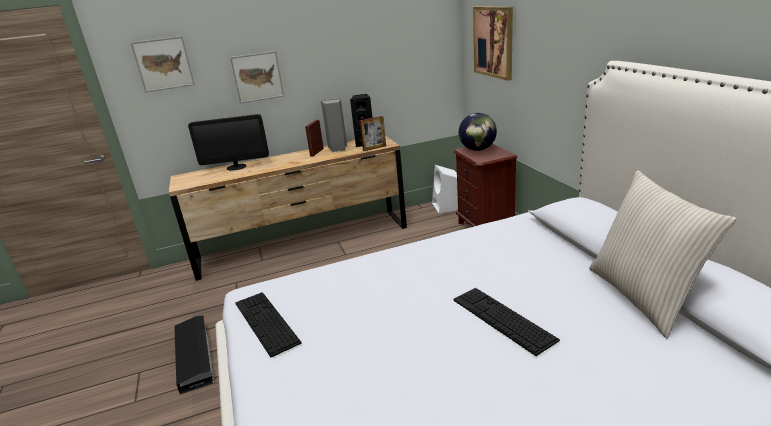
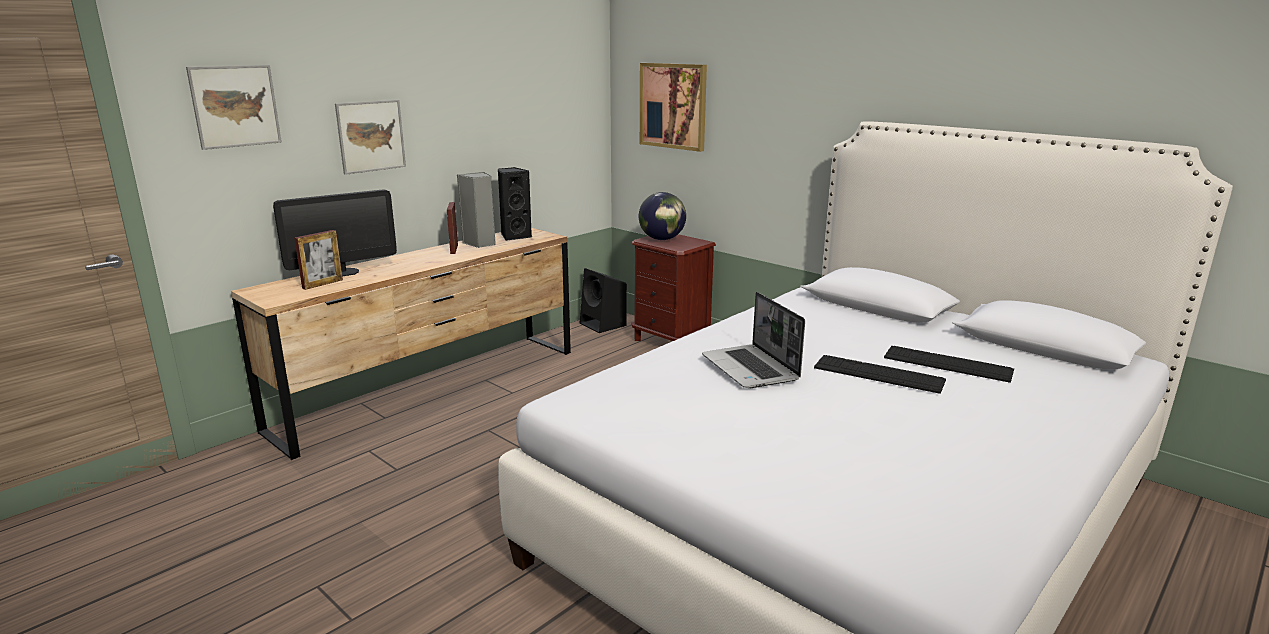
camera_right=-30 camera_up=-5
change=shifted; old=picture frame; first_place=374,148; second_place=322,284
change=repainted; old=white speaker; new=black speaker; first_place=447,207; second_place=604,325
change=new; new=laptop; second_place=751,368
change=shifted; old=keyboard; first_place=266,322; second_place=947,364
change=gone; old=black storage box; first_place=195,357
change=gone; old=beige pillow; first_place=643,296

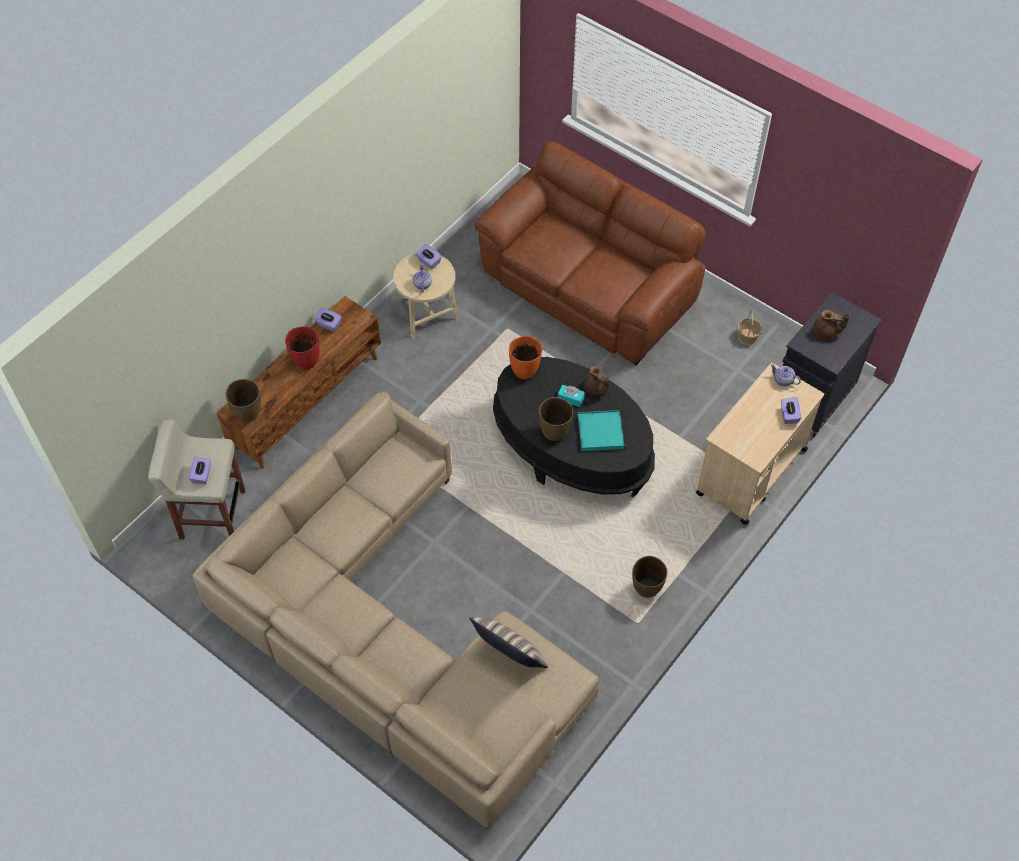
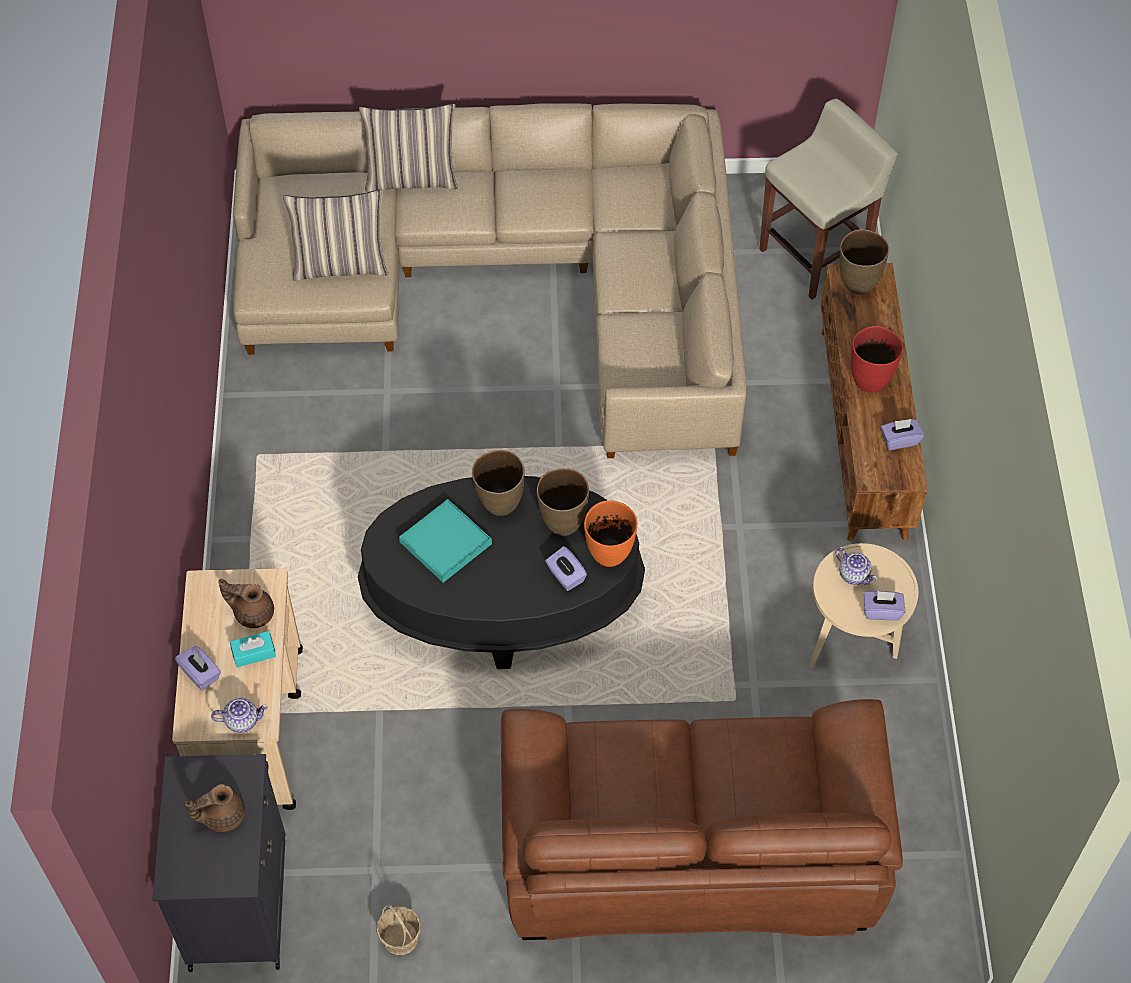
camera_right=140 camera_up=0
change=shifted; old=brown teapot; first_place=595,388; second_place=252,612
change=shifted; old=turquoise tissue box; first_place=570,398; second_place=254,653
change=new; new=pillow; second_place=412,178
change=shifted; old=brown vase; first_place=646,589; second_place=562,522
change=shifted; old=purple tissue box; first_place=202,475; second_place=565,576

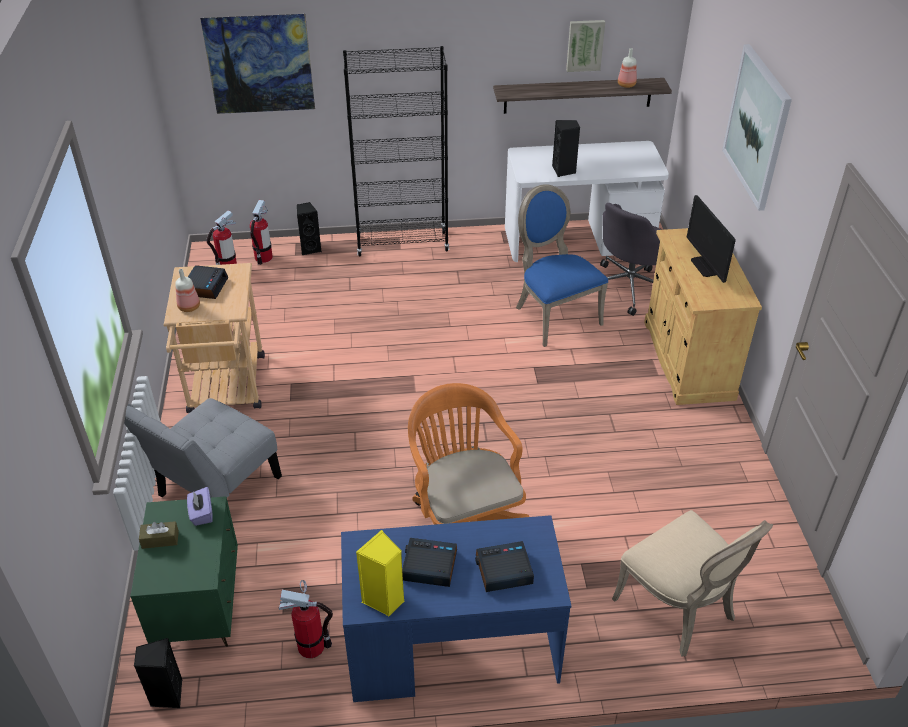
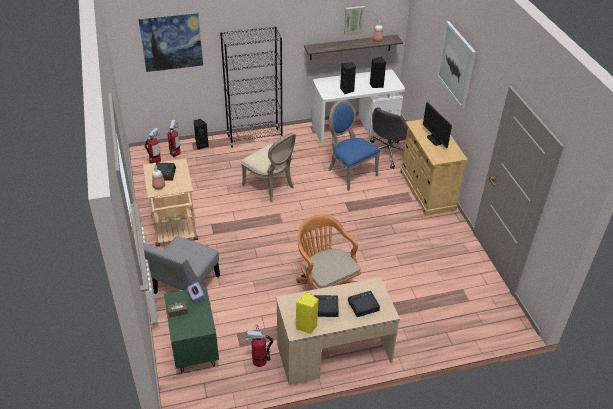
camera_right=-10 camera_up=0
change=shifted; old=beige chair; first_place=680,609; second_place=270,186
change=repainted; old=blue desk; new=beige desk; first_place=452,650; second_place=333,354
change=shifted; old=black speaker; first_place=166,695; second_place=376,85

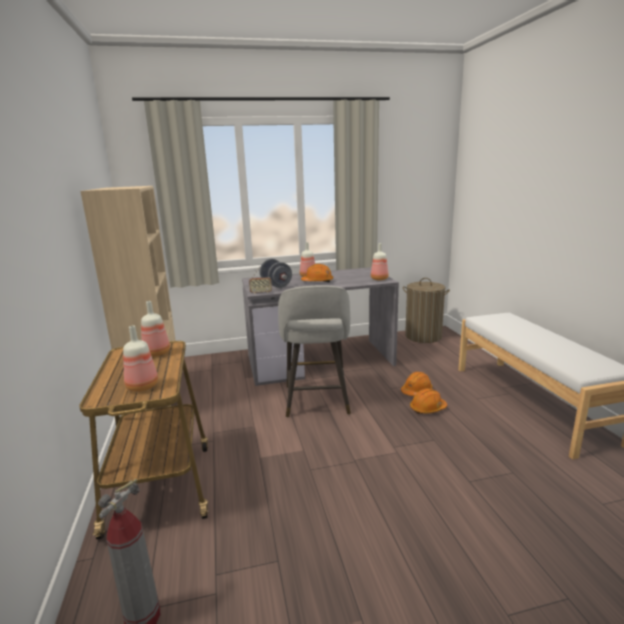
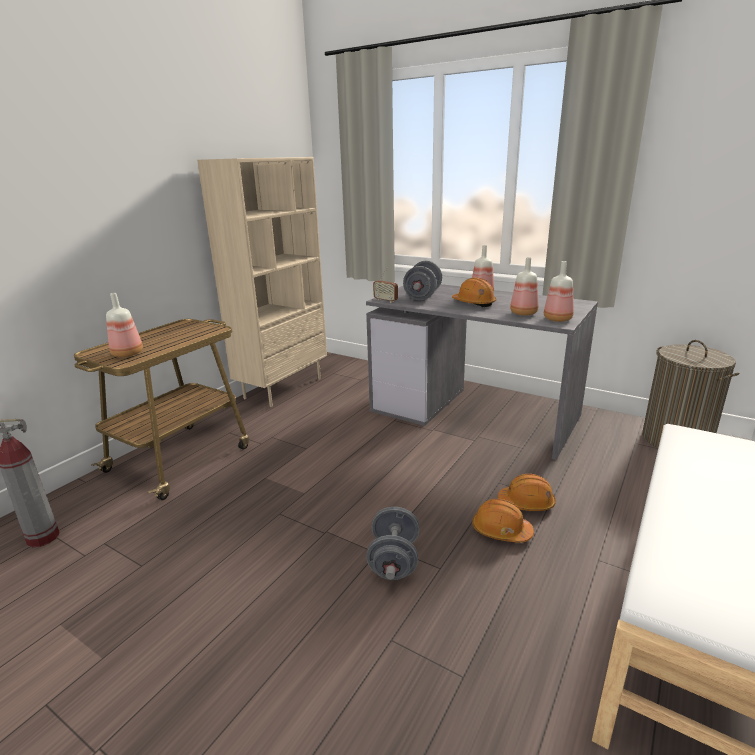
camera_right=45 camera_up=5
change=new; new=grey dumbbell; second_place=394,561
change=shifted; old=bottle; first_place=156,353; second_place=523,313
change=gone; old=grey stool; first_place=316,401

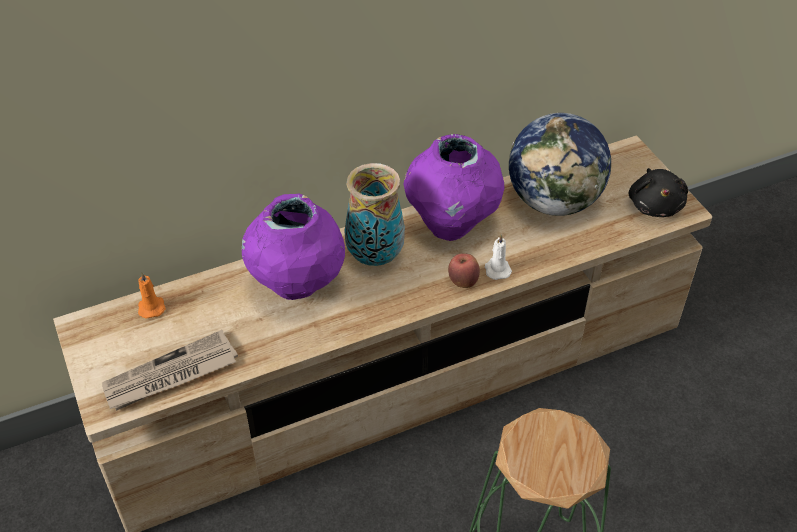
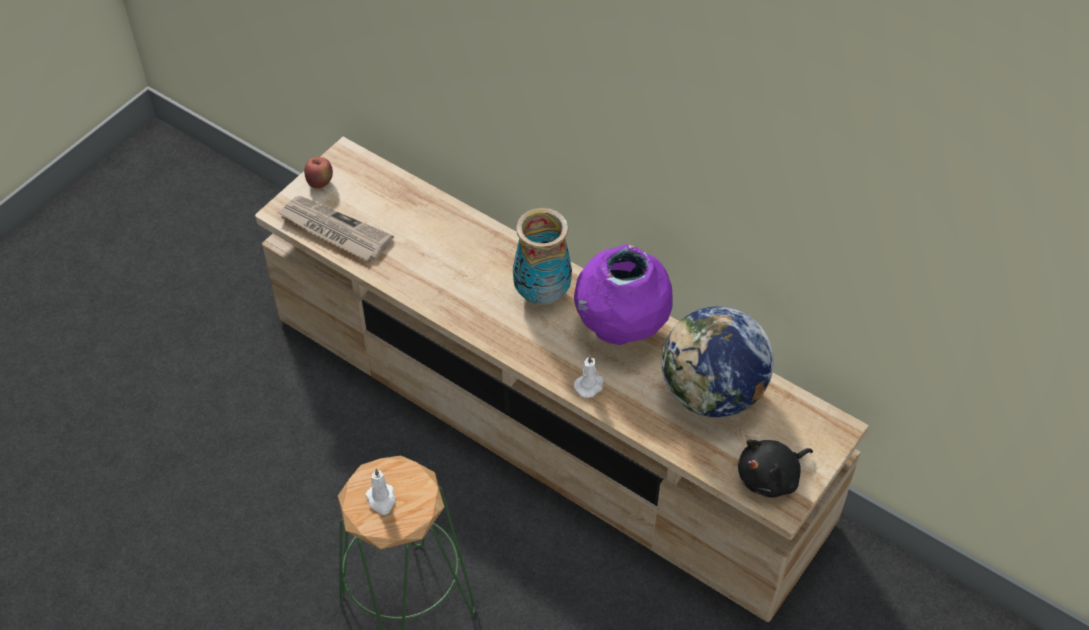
camera_right=60 camera_up=5
change=shifted; old=apple; first_place=463,282; second_place=320,183
change=new; new=white candle; second_place=381,500
change=gone; old=orange candle; first_place=151,307
change=gone; old=purple vase; first_place=297,286

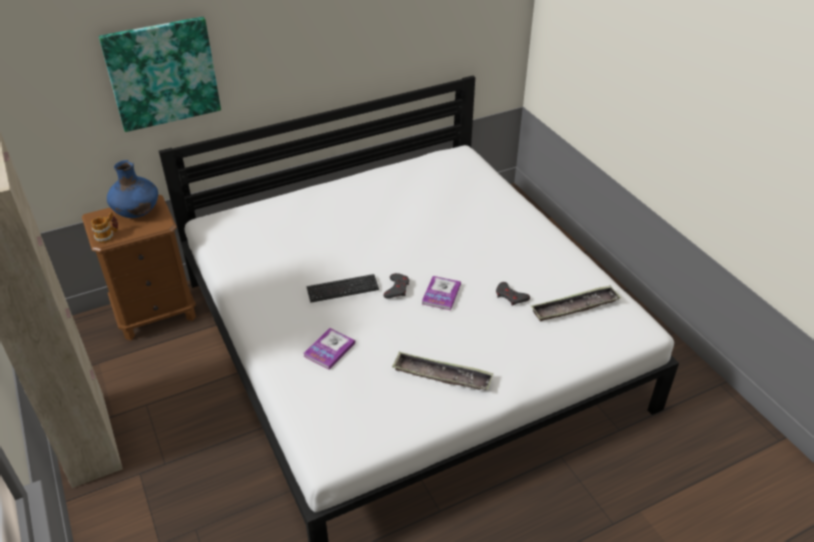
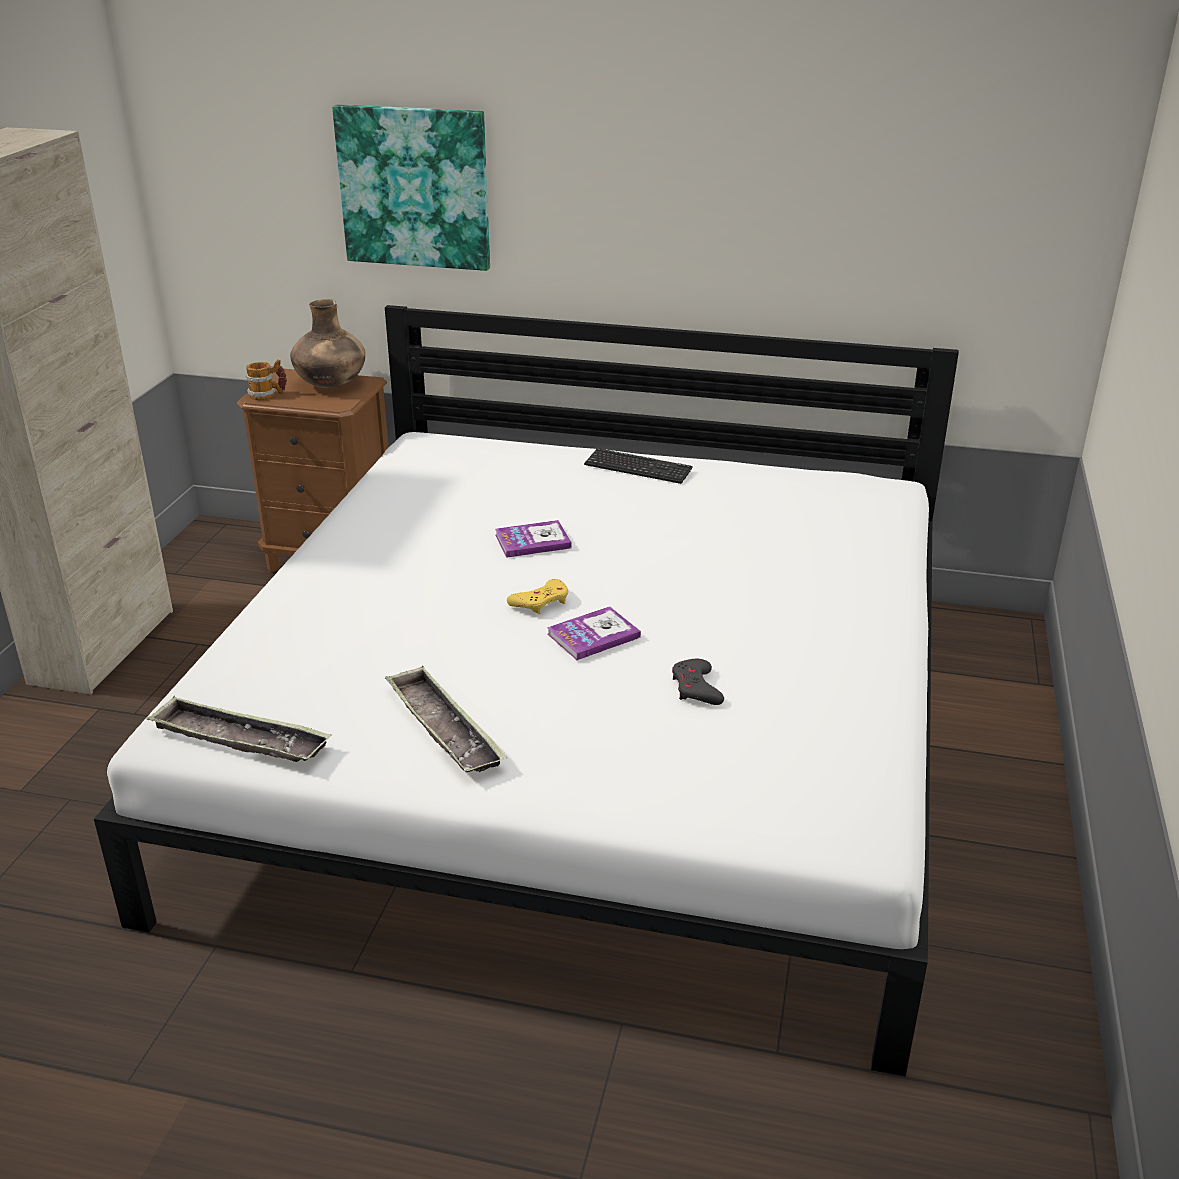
camera_right=40 camera_up=-10
change=shifted; old=tray; first_place=574,307; second_place=240,739
change=repainted; old=blue vase; new=brown vase; first_place=137,213; second_place=331,385
change=shifted; old=book; first_place=329,349; second_place=532,541
change=repainted; old=grey game controller; new=yellow game controller; first_place=397,289; second_place=541,602
change=shifted; old=keyboard; first_place=342,289; second_place=638,468

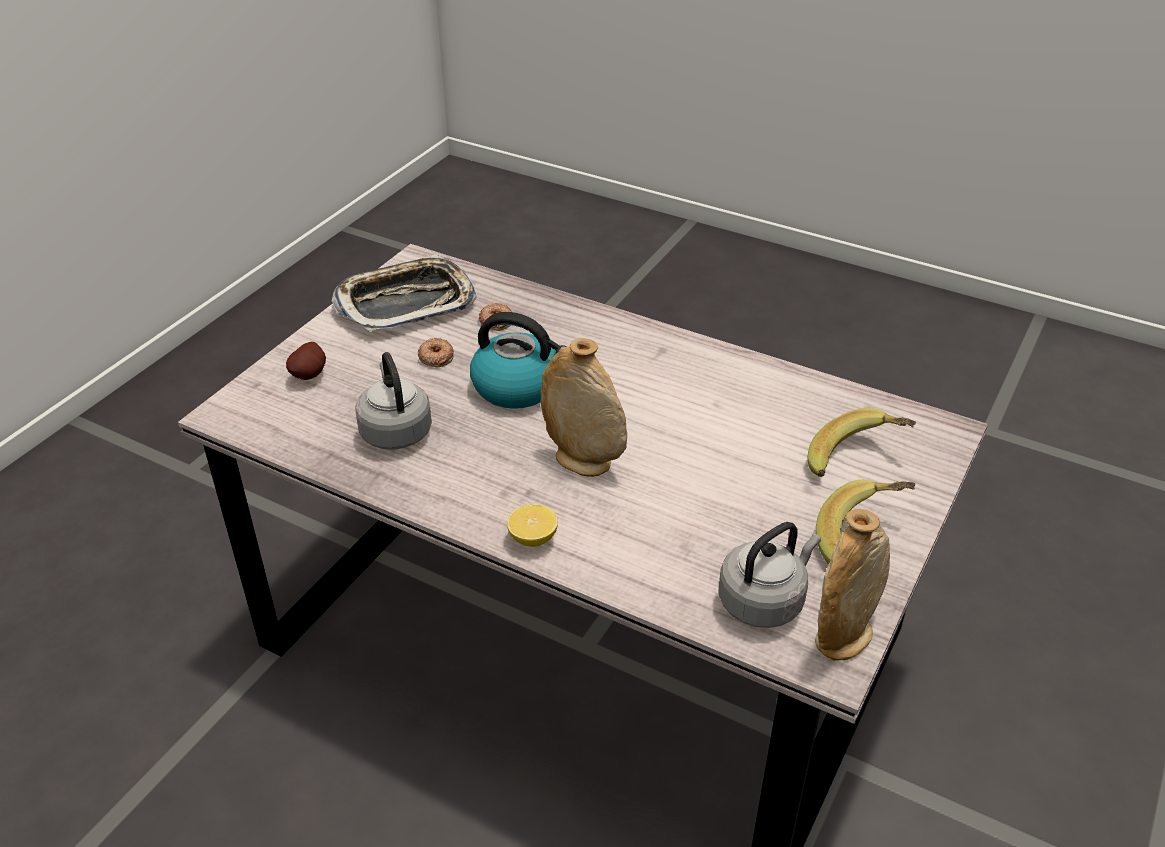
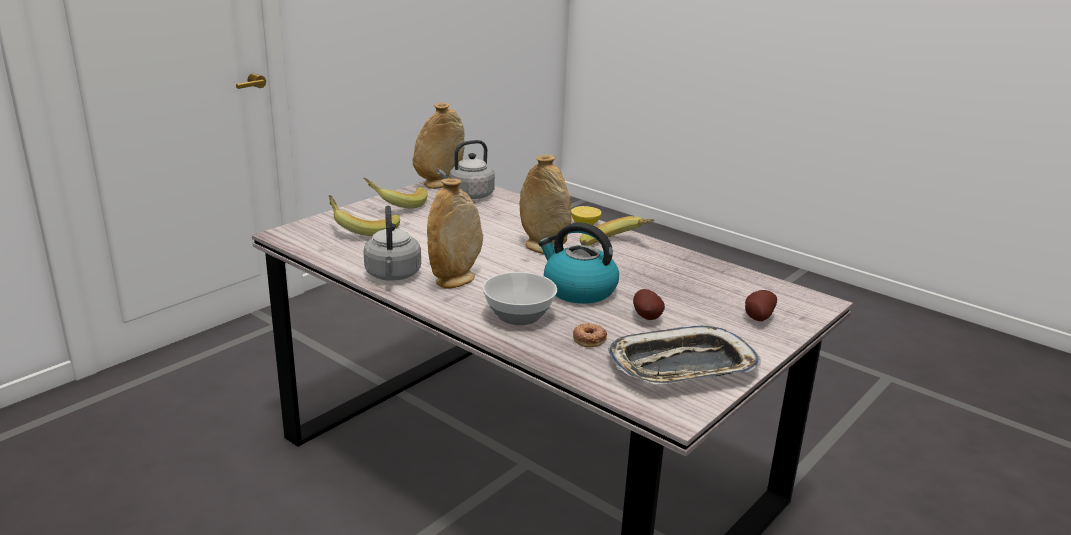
camera_right=-170 camera_up=-15
change=shifted; old=grey kettle; first_place=395,431; second_place=393,275
change=new; new=beige vase; second_place=455,280
change=new; new=bowl; second_place=520,316
change=new; new=banana; second_place=616,247
change=swapped; old=donut; new=potato; first_place=436,356; second_place=648,318

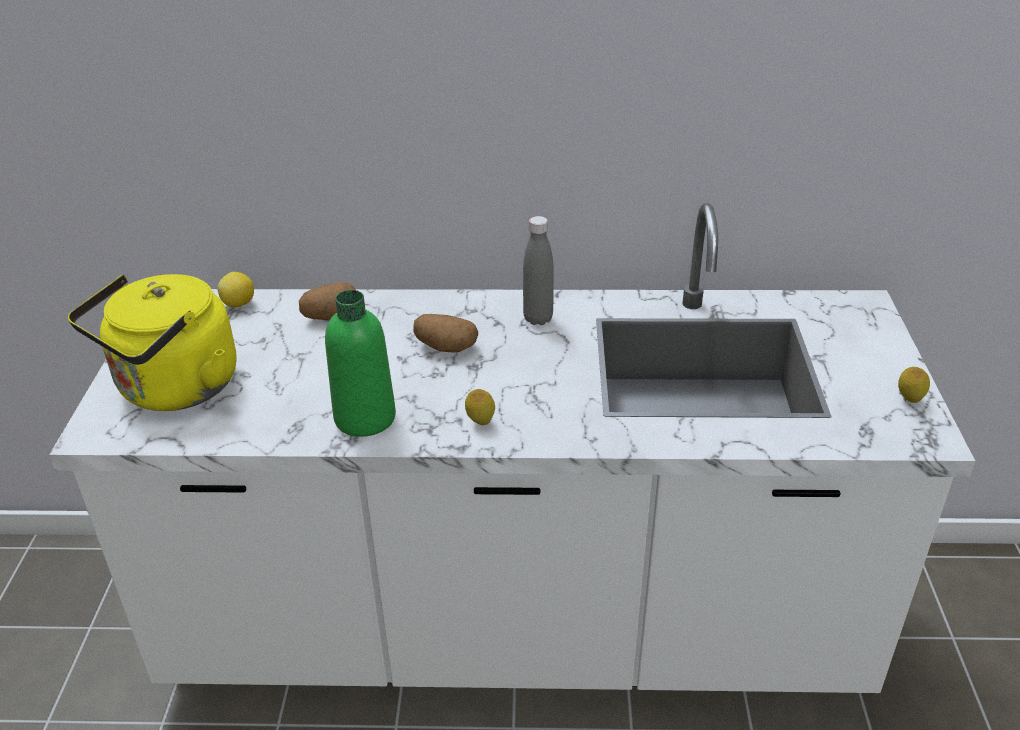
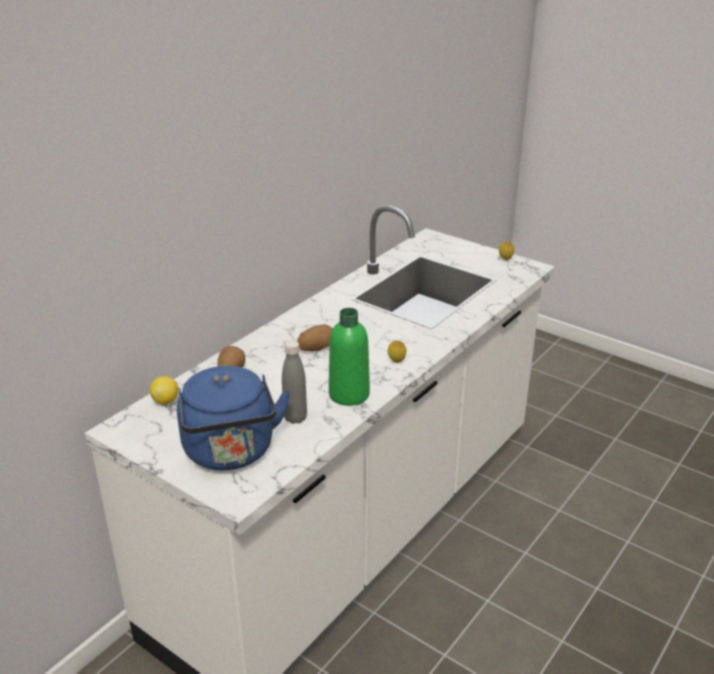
camera_right=-55 camera_up=-5
change=repainted; old=yellow kettle; new=blue kettle; first_place=174,389; second_place=231,453
change=shifted; old=grey bottle; first_place=538,318; second_place=295,418

